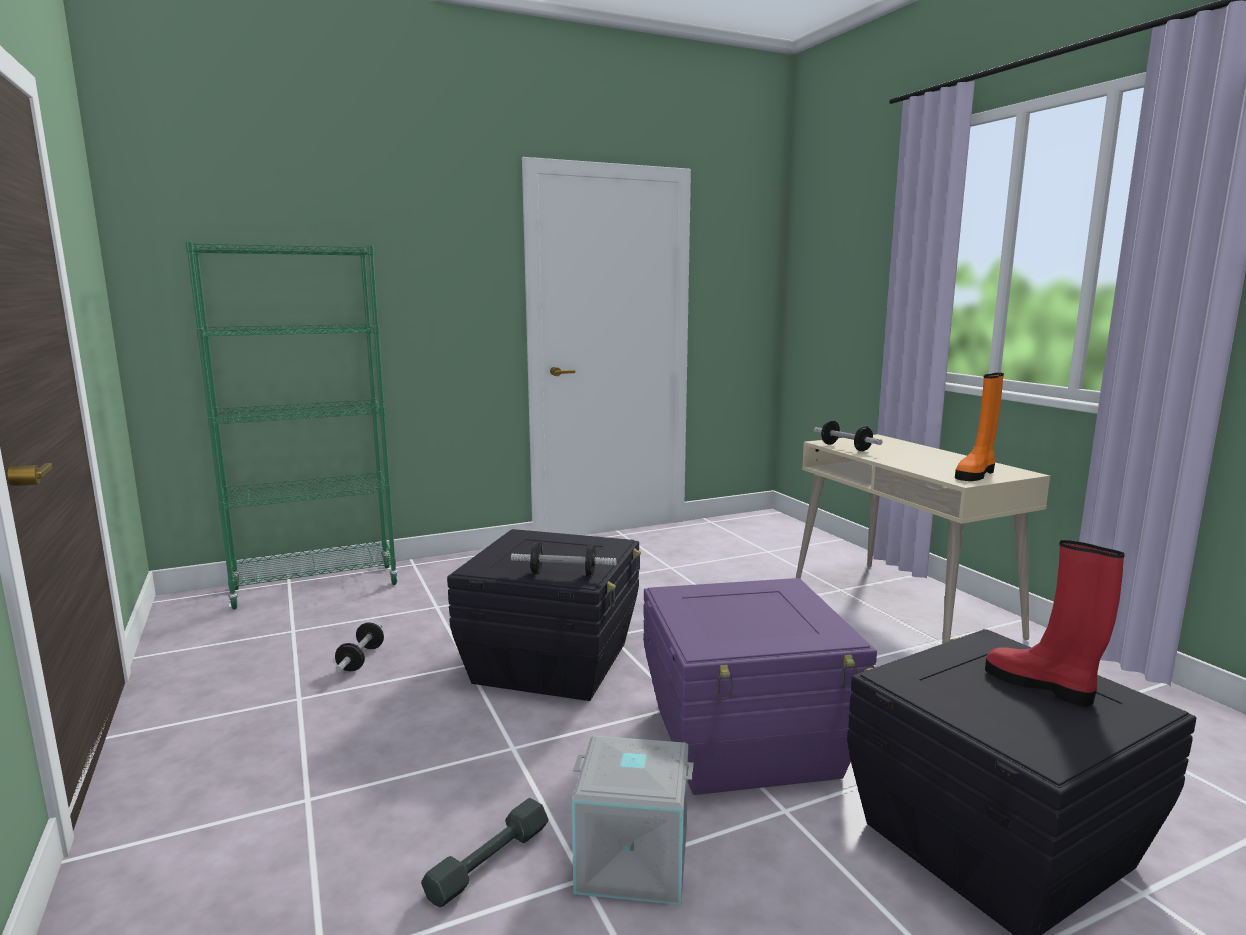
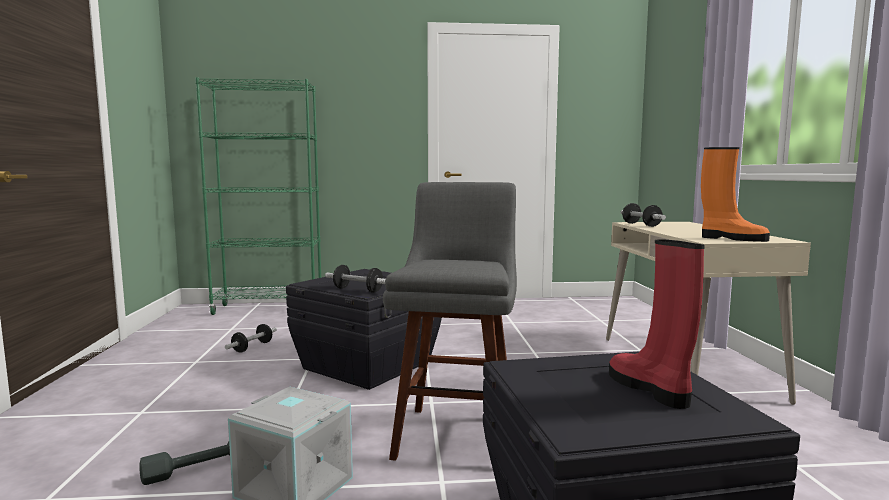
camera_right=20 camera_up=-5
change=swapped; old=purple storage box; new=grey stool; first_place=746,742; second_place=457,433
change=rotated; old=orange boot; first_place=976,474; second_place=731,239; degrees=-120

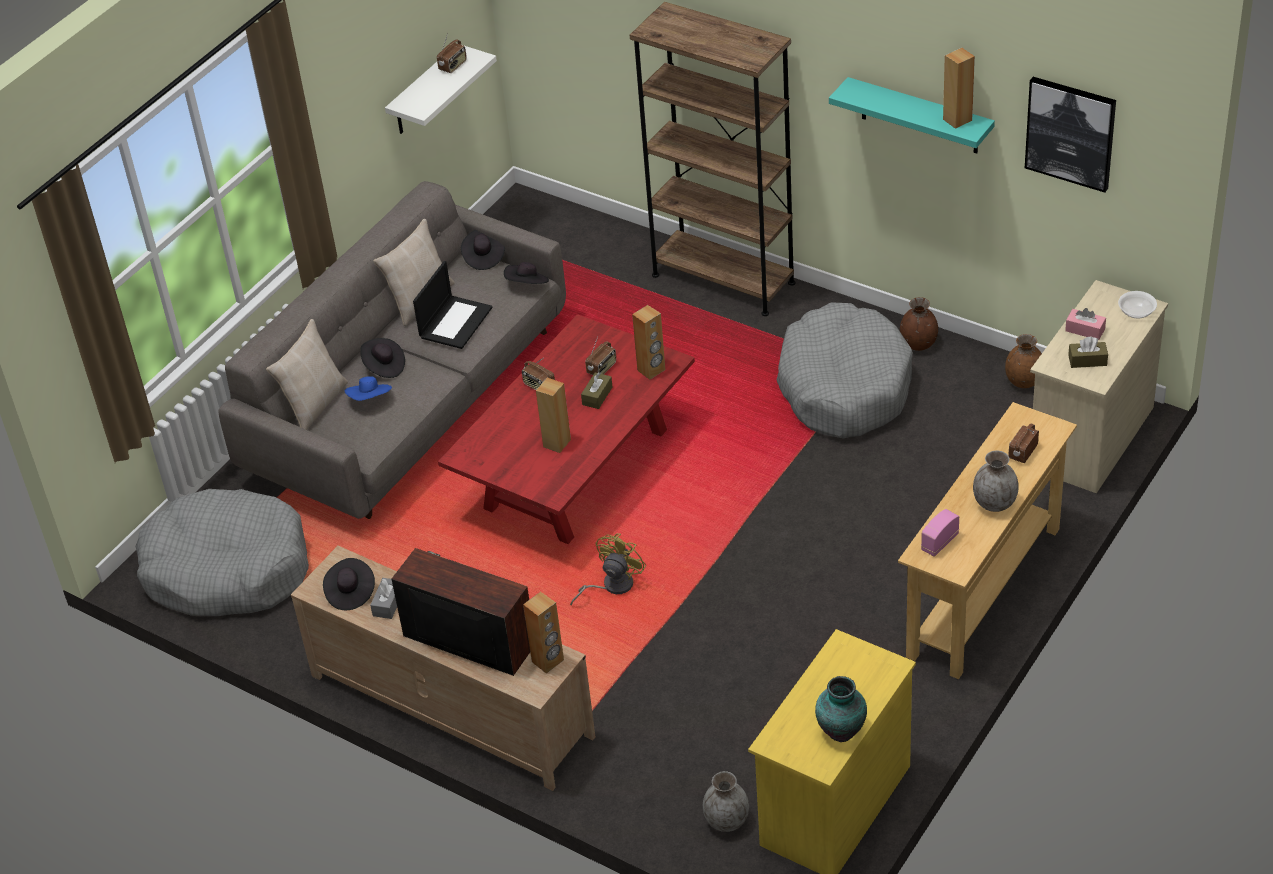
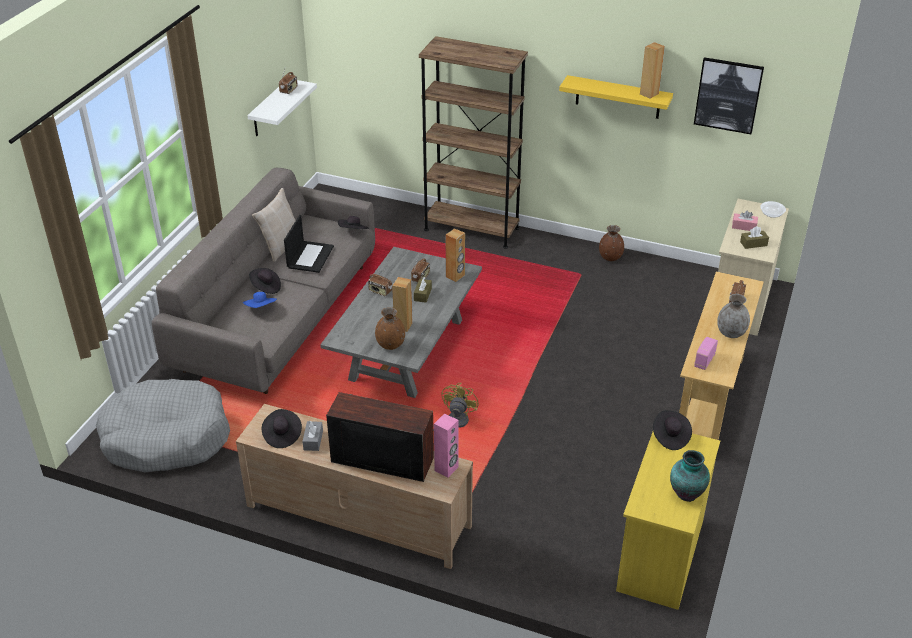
camera_right=-15 camera_up=-5
change=repainted; old=red coffee table; new=grey coffee table; first_place=575,469; second_place=406,349
change=shifted; old=brown vase; first_place=1024,381; second_place=390,345
change=repainted; old=brown speaker; new=pink speaker; first_place=548,661; second_place=446,469
change=repainted; old=turquoise shelf; new=yellow shelf; first_place=919,116; second_place=618,97
change=shifted; old=black hat; first_place=483,257; second_place=670,437
change=gone; old=beige pillow; first_place=315,404
change=gone; old=grey vase; first_place=726,821
change=gone; old=grey dog bed; first_place=844,386

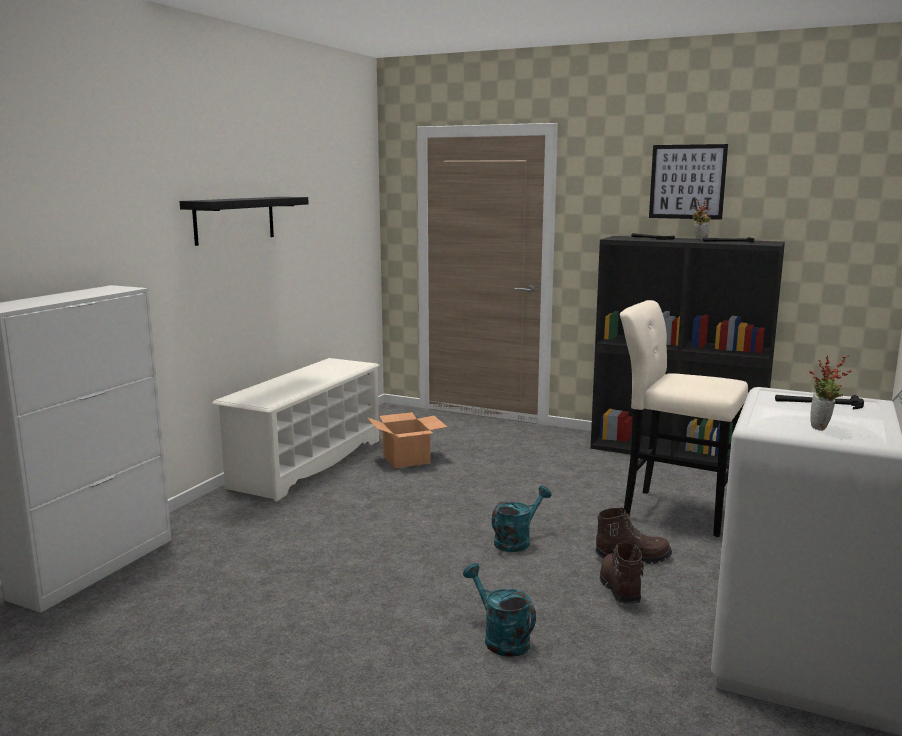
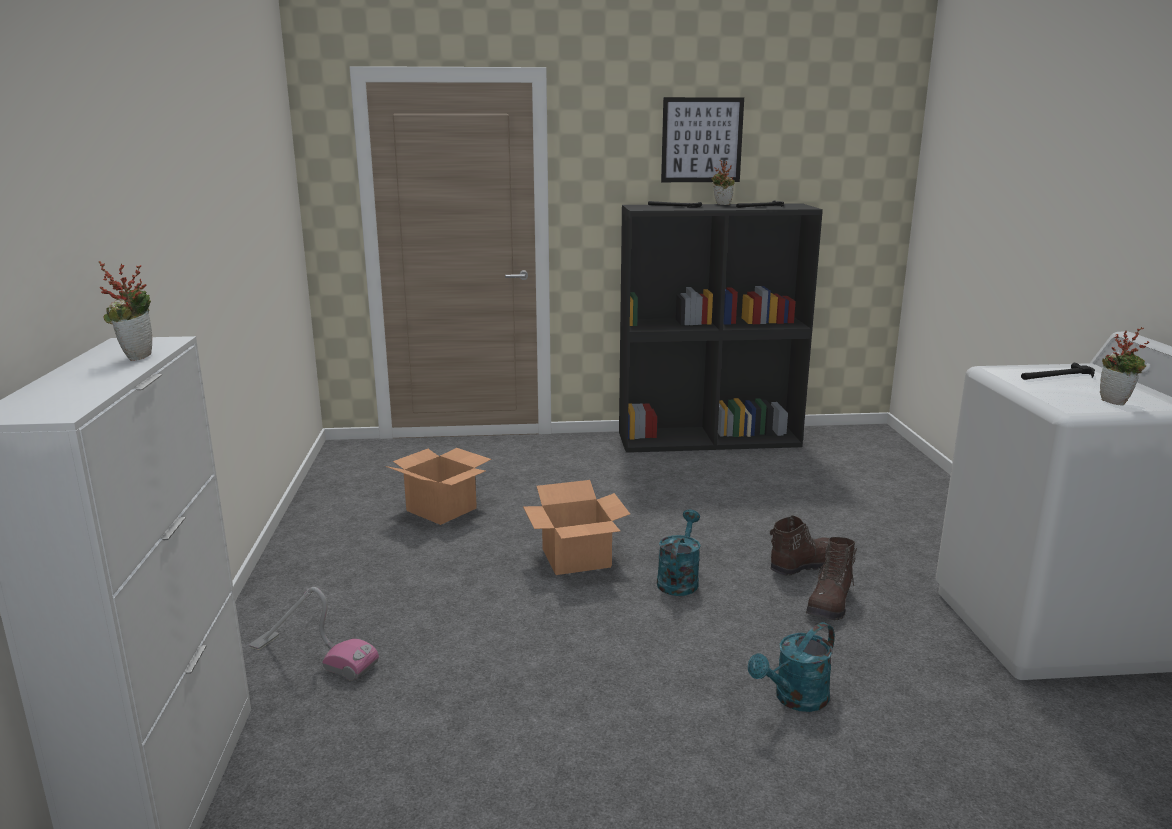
camera_right=-30 camera_up=5
change=new; new=potted plant; second_place=136,356
change=new; new=vacuum cleaner; second_place=313,656
change=new; new=cardboard box; second_place=577,558
change=rotated; old=turquoise watering can; first_place=500,638; second_place=795,699; degrees=-60
change=rotated; old=brown boot; first_place=619,588; second_place=830,604; degrees=-120
change=gone; old=black shelf; first_place=234,219
change=gone; old=white shoe rack; first_place=307,463
change=gone; old=beige stool; first_place=672,511

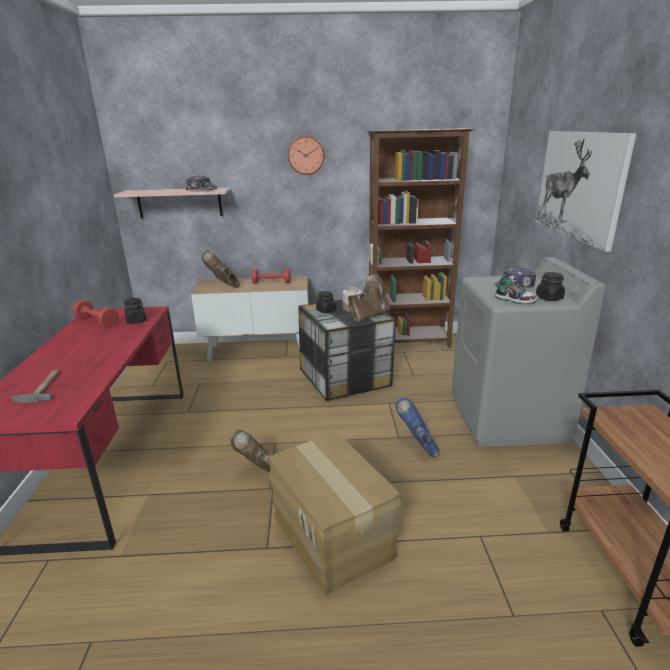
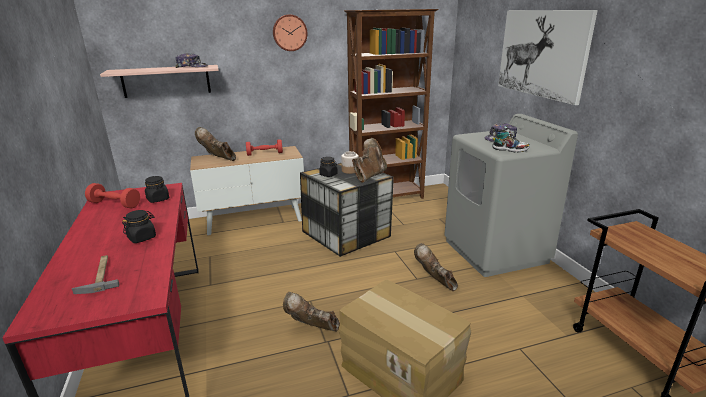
camera_right=-15 camera_up=0
change=shifted; old=black jar; first_place=549,298; second_place=142,237
change=repainted; old=blue boot; new=brown boot; first_place=417,444; second_place=435,282

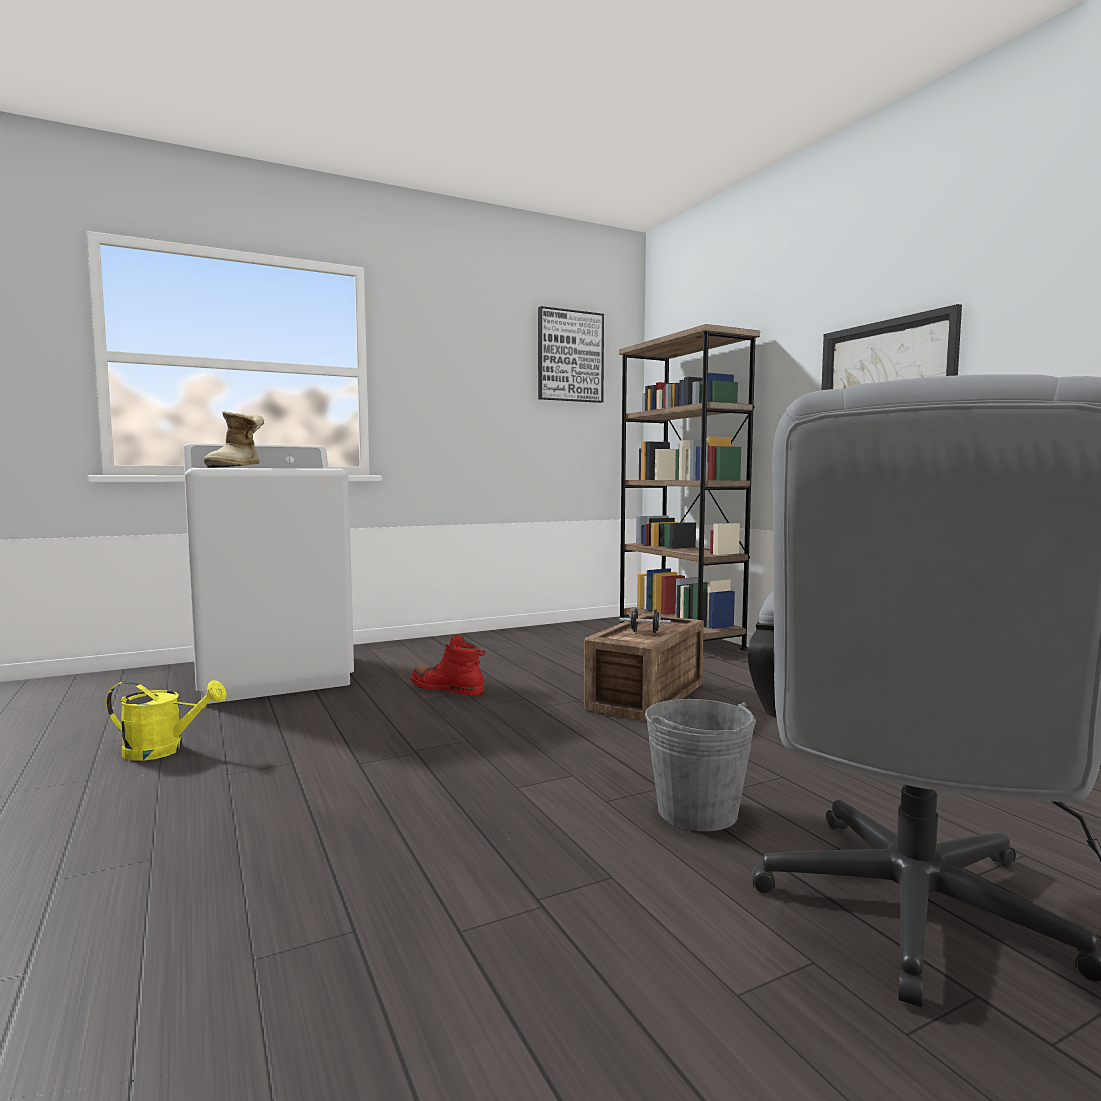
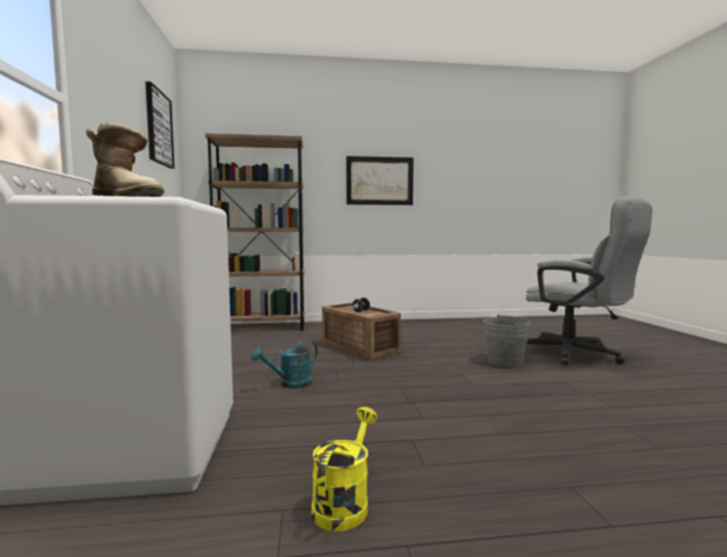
camera_right=-70 camera_up=0
change=swapped; old=red boot; new=turquoise watering can; first_place=447,689; second_place=290,384

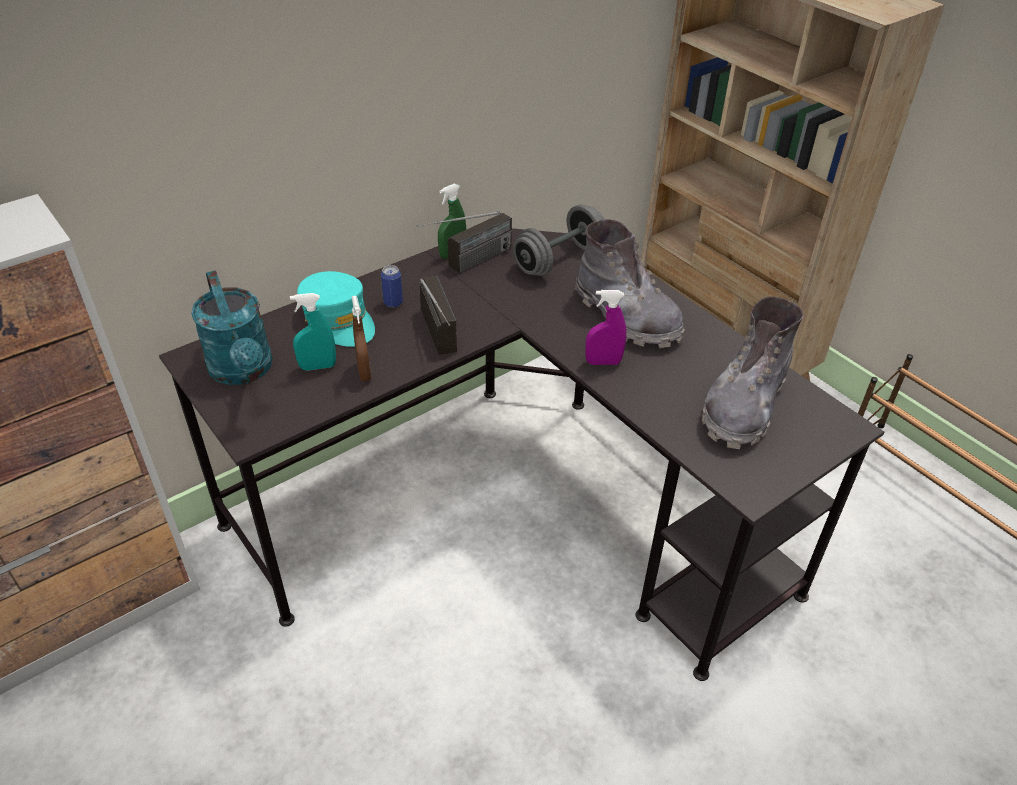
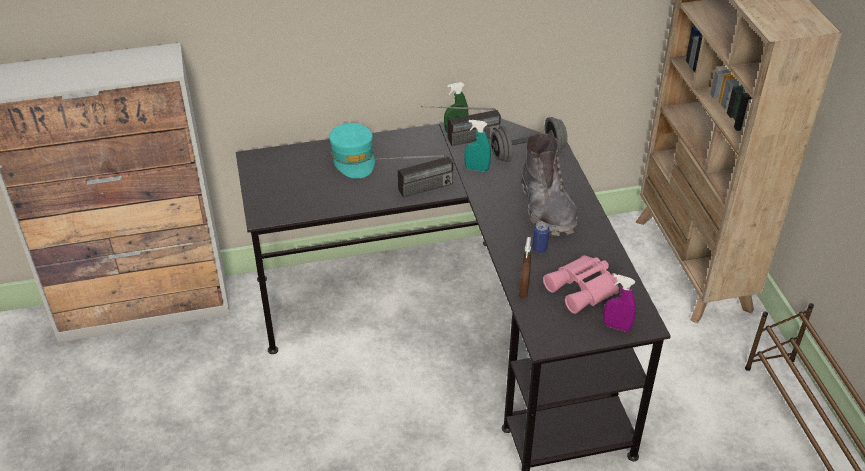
camera_right=25 camera_up=0
change=rotated; old=radio; first_place=445,342; second_place=412,191; degrees=60
change=shifted; old=turquoise spray bottle; first_place=318,366; second_place=477,169
change=shifted; old=brown spray bottle; first_place=364,372; second_place=524,290
change=shifted; old=can; first_place=393,303; second_place=539,249
change=swapped; old=grey boot; new=pink binoculars; first_place=744,404; second_place=584,289
change=shifted; old=purple spray bottle; first_place=603,362; second_place=616,326
change=gone; old=turquoise watering can; first_place=244,371

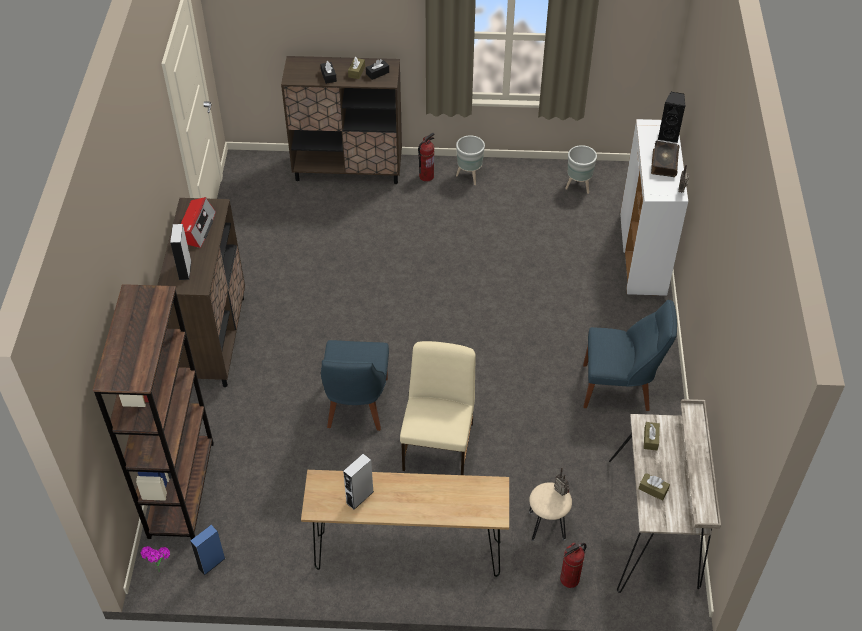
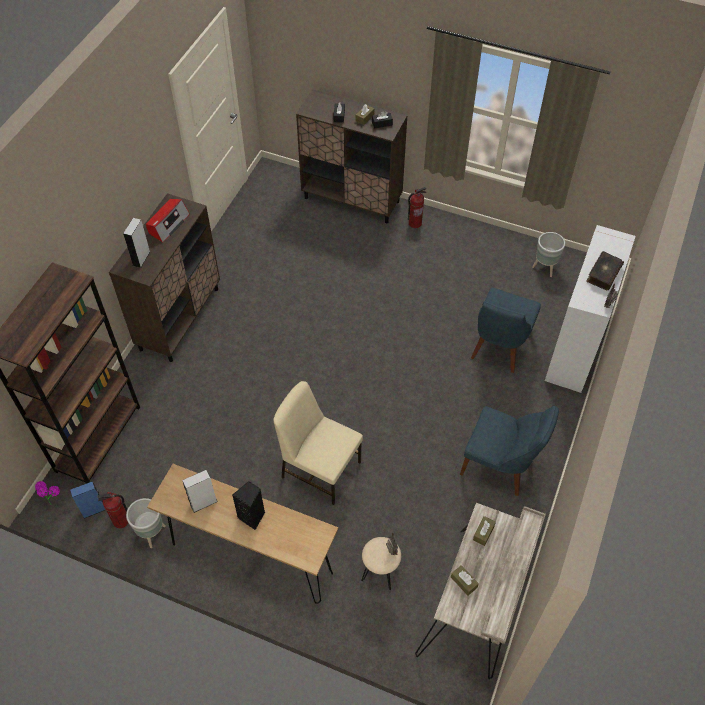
camera_right=20 camera_up=5
change=shifted; old=fire extinguisher; first_place=569,579; second_place=121,521
change=shifted; old=grey planter; first_place=469,176; second_place=152,534
change=shifted; old=black speaker; first_place=669,136; second_place=252,517
change=rotated; old=beige chair; first_place=439,445; second_place=320,468; degrees=-90
change=shifted; old=blue chair; first_place=356,405; second_place=499,347

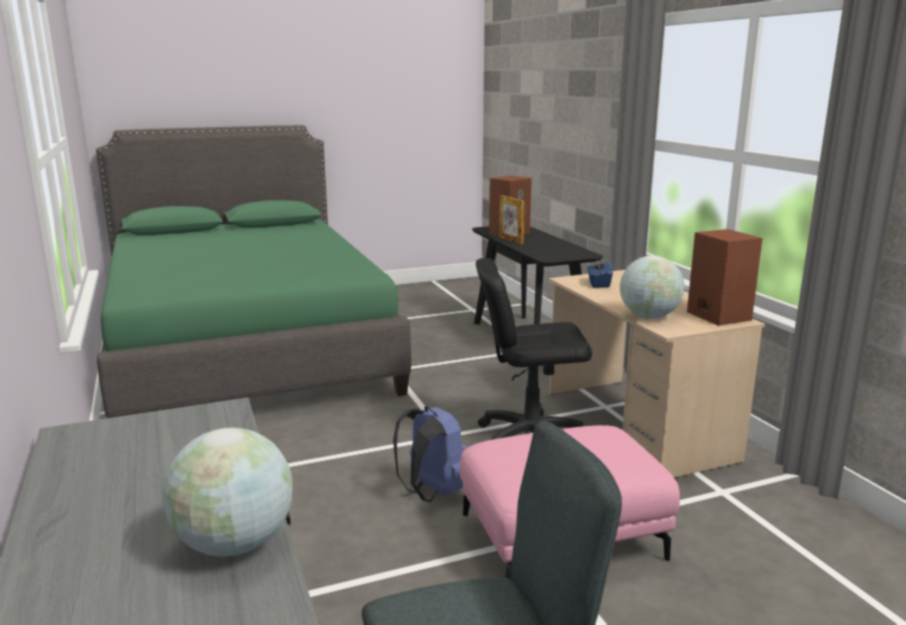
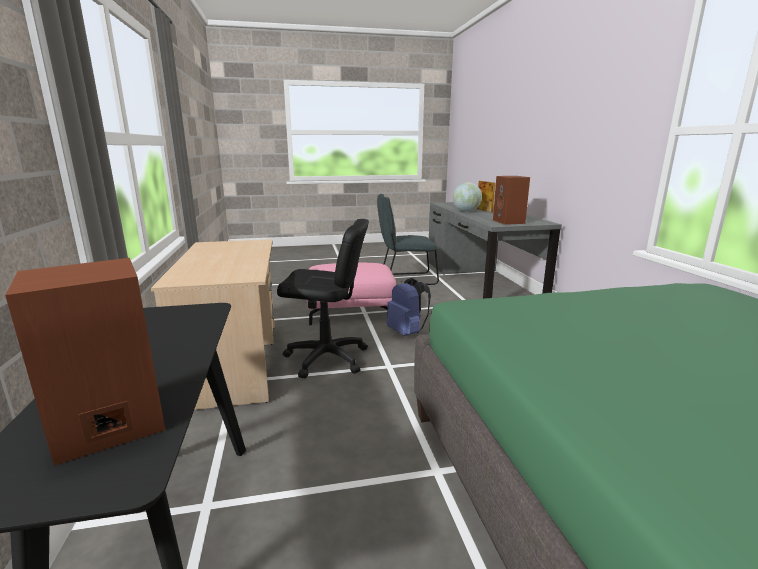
camera_right=-170 camera_up=0
change=shifted; old=picture frame; first_place=511,240; second_place=484,210
change=shifted; old=brown speaker; first_place=716,315; second_place=509,222
change=gone; old=blue tissue box; first_place=598,284
change=gone; old=globe; first_place=649,316

